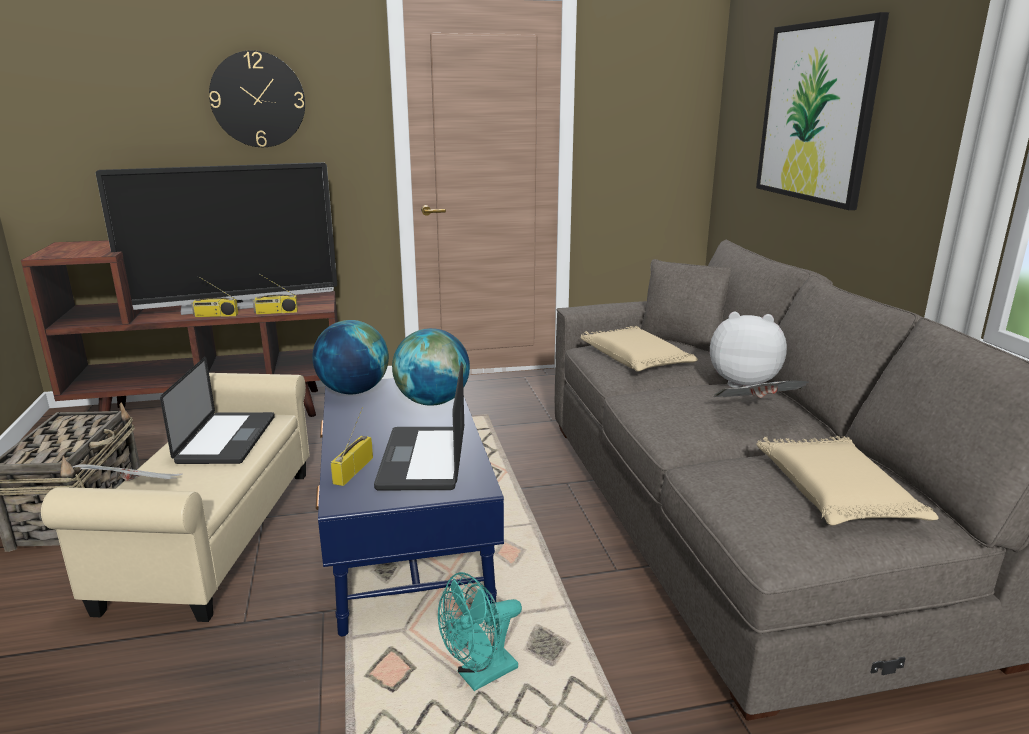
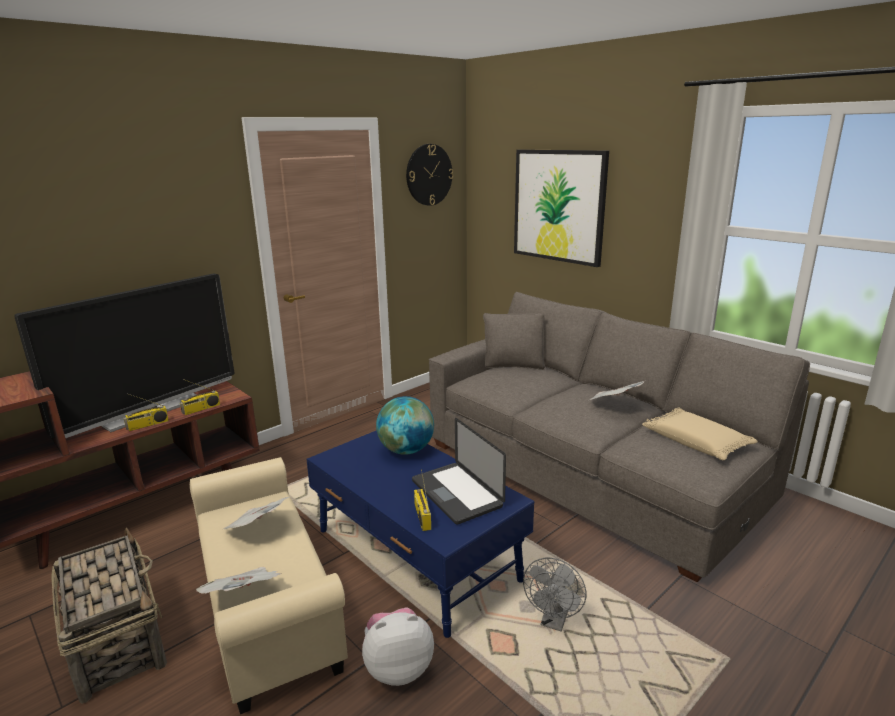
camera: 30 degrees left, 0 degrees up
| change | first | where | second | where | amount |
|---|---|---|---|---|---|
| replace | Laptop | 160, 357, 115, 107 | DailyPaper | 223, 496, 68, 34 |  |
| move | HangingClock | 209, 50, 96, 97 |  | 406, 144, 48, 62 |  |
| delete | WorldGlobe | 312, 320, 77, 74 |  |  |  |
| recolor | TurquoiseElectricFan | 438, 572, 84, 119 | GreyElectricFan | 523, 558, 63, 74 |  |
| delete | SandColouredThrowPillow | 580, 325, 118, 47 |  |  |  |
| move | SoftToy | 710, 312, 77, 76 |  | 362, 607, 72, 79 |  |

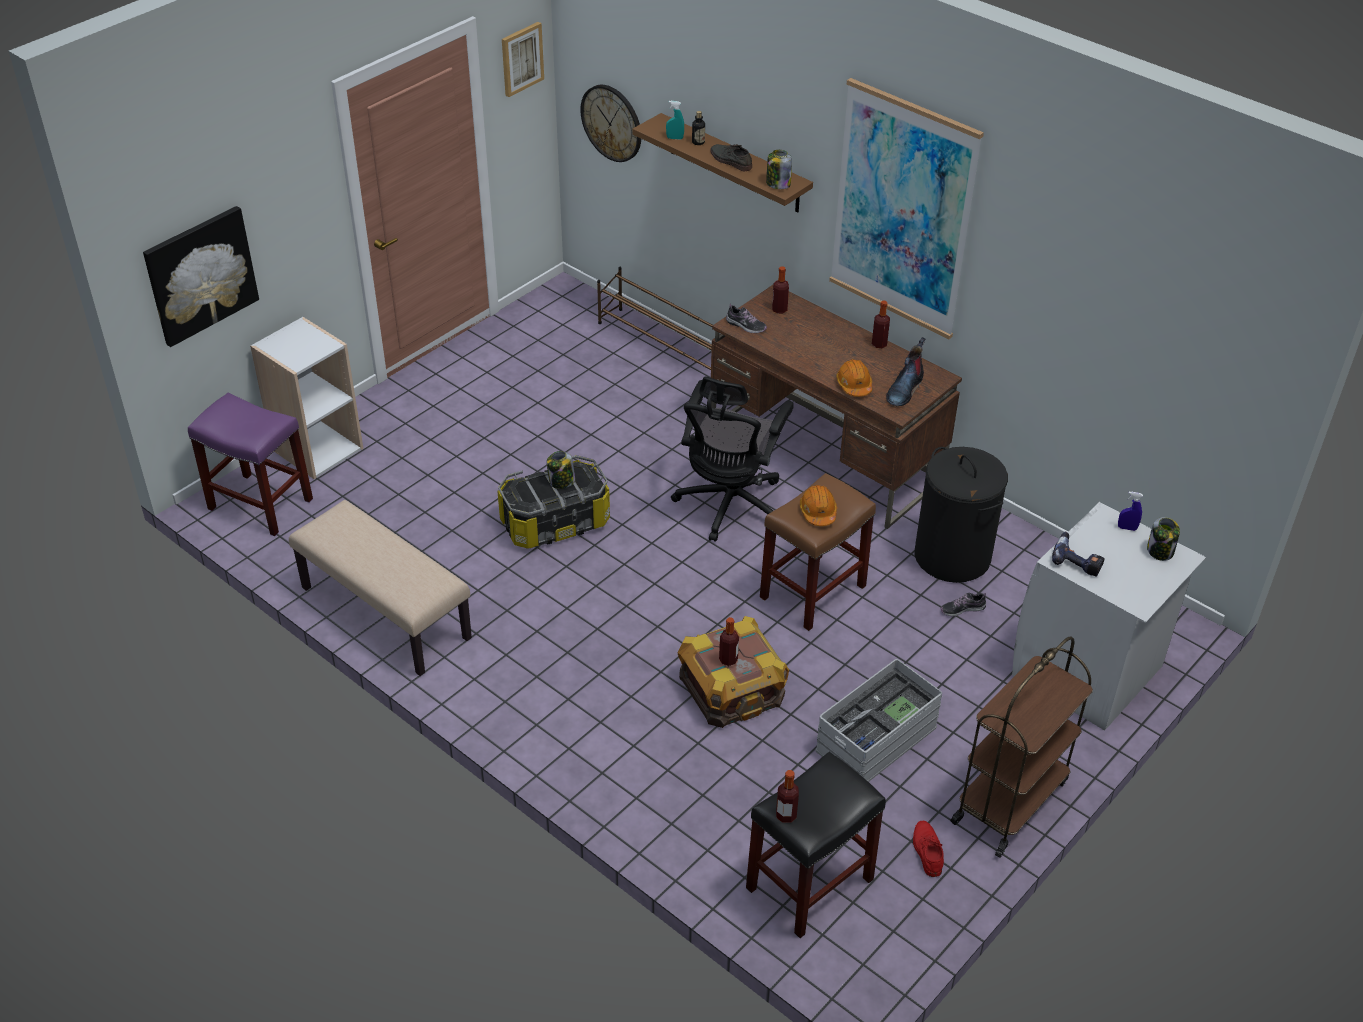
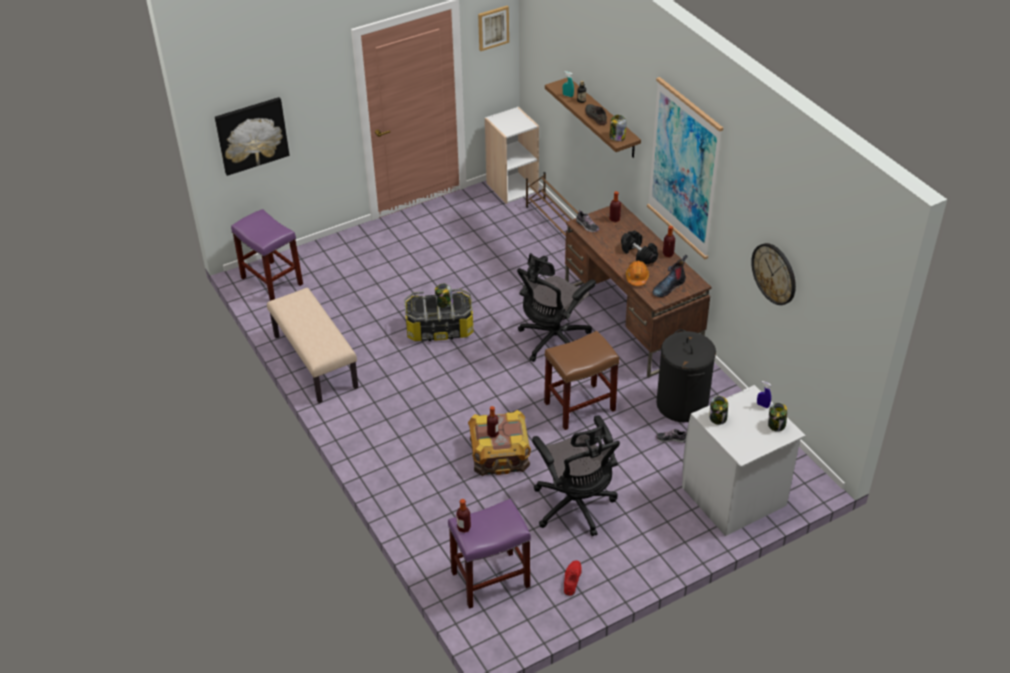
camera: 20 degrees right, 0 degrees up
| change | first | where | second | where | amount |
|---|---|---|---|---|---|
| move | Bookshelf | 250, 317, 113, 162 |  | 485, 107, 54, 97 |  |
| move | HangingClock | 580, 85, 61, 77 |  | 751, 243, 45, 62 |  |
| recolor | BlackColouredSittingStool | 746, 752, 140, 186 | PurplishSittingStool | 448, 499, 83, 110 |  |
| delete | OrangeSafetyHelmet | 800, 485, 37, 41 |  |  |  |
| replace | GreyStorageContainer | 816, 659, 126, 123 | OfficeChair | 532, 415, 88, 121 |  |
| delete | BrownishTrolley | 950, 637, 143, 221 |  |  |  |
| replace | PowerDrill | 1052, 532, 53, 45 | PreserveJar | 709, 396, 19, 29 |  |
| insert |  |  | BlackColouredHandWeight | 621, 231, 37, 33 |  |

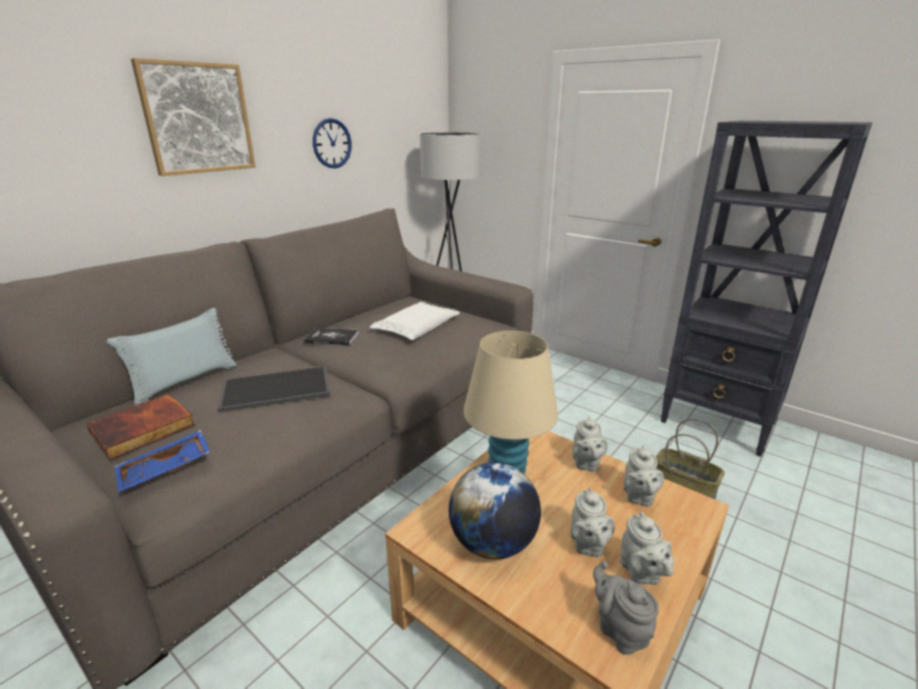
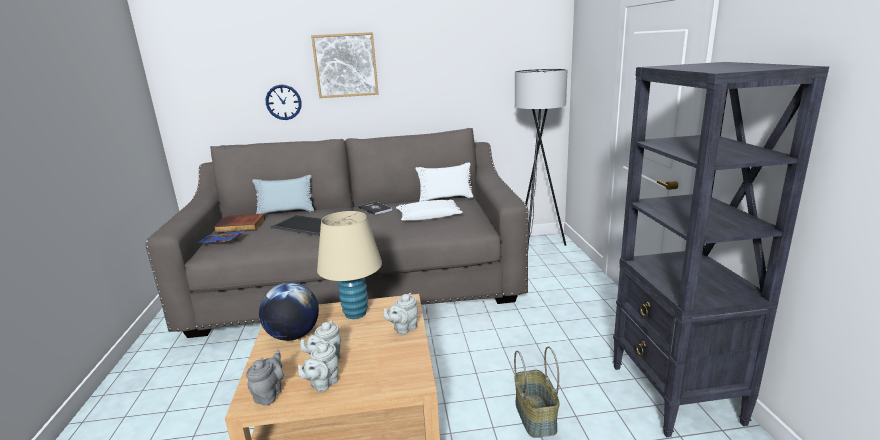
camera: 45 degrees right, 5 degrees down
| change | first | where | second | where | amount |
|---|---|---|---|---|---|
| move | HangingClock | 313, 118, 39, 51 |  | 266, 85, 36, 35 |  |
| delete | GreyTeaPot | 623, 445, 41, 62 |  |  |  |
| insert |  |  | WhiteThrowPillow | 415, 162, 58, 40 |  |

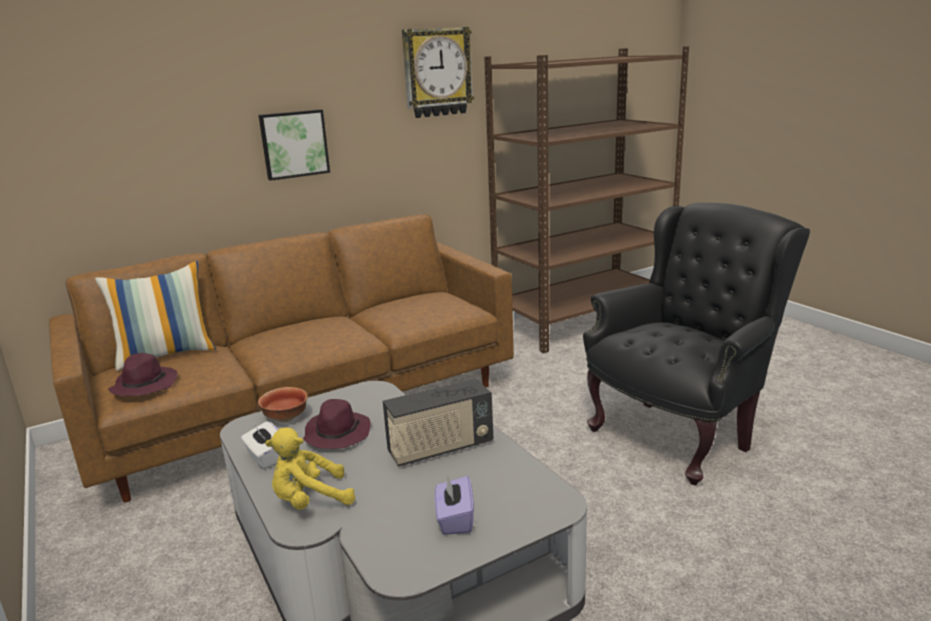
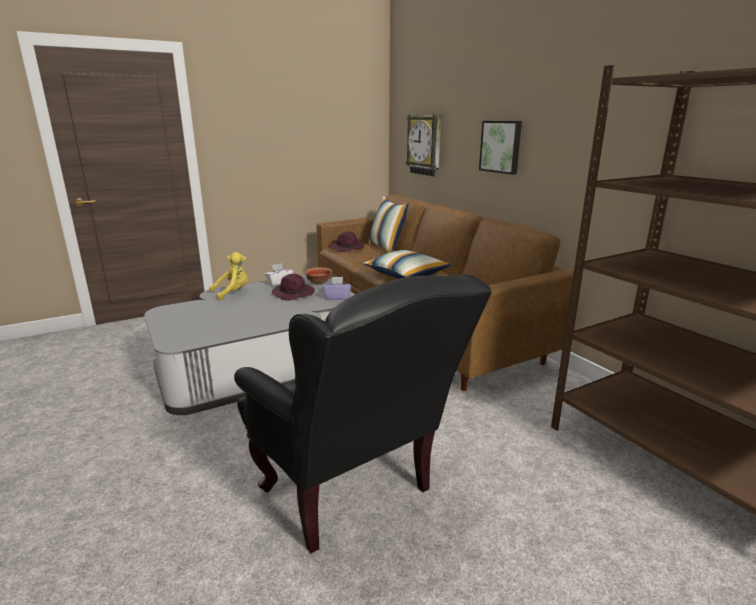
camera: 90 degrees right, 0 degrees up
| change | first | where | second | where | amount |
|---|---|---|---|---|---|
| rotate | YellowishSoftToy | 265, 427, 90, 83 |  | 209, 252, 39, 49 | 75 degrees clockwise |
| delete | RadioReceiver | 383, 378, 110, 89 |  |  |  |
| move | HangingClock | 402, 27, 72, 91 |  | 406, 115, 35, 61 |  |
| move | PurplishBoxOfTissues | 434, 475, 40, 60 |  | 323, 277, 28, 23 |  |
| insert |  |  | ThrowPillow | 363, 250, 88, 29 |  |

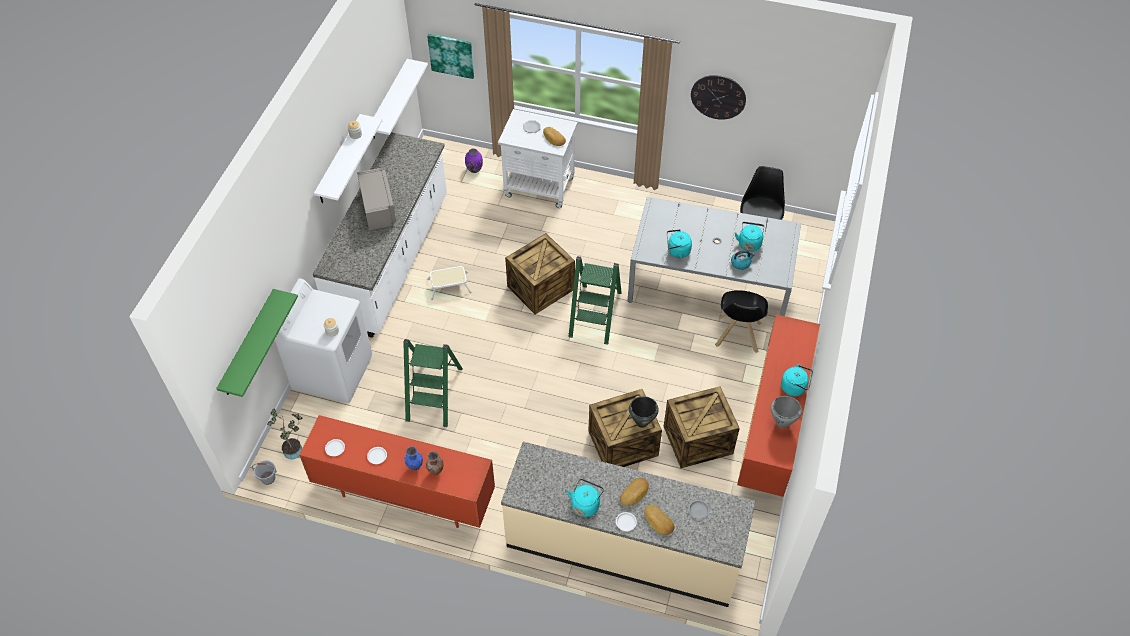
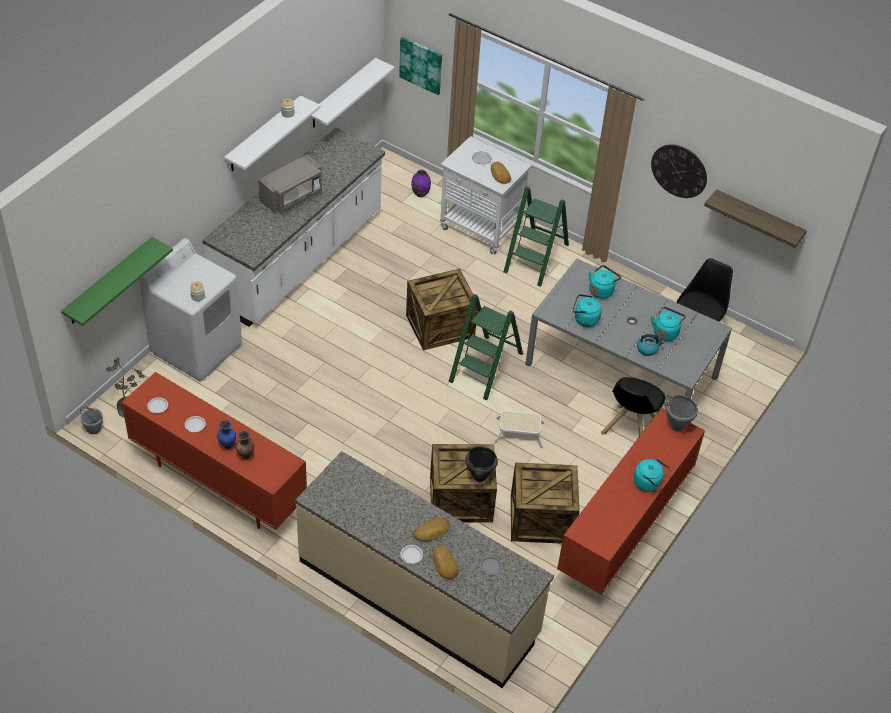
camera: 15 degrees right, 5 degrees down
| change | first | where | second | where | amount |
|---|---|---|---|---|---|
| rotate | GreyKitchenMicrowave | 357, 168, 39, 63 |  | 258, 154, 64, 59 | 45 degrees clockwise |
| move | GreenishStepLadder | 403, 339, 60, 88 |  | 503, 186, 66, 101 |  |
| move | SandColouredStepLadder | 427, 266, 45, 34 |  | 494, 410, 50, 38 |  |
| move | TurquoiseWaterKettle | 567, 479, 37, 38 |  | 589, 265, 32, 34 |  |
| move | GreySaucepot | 771, 396, 31, 32 |  | 666, 395, 32, 36 |  |
| insert |  |  | BracketShelf | 704, 189, 103, 59 |  |

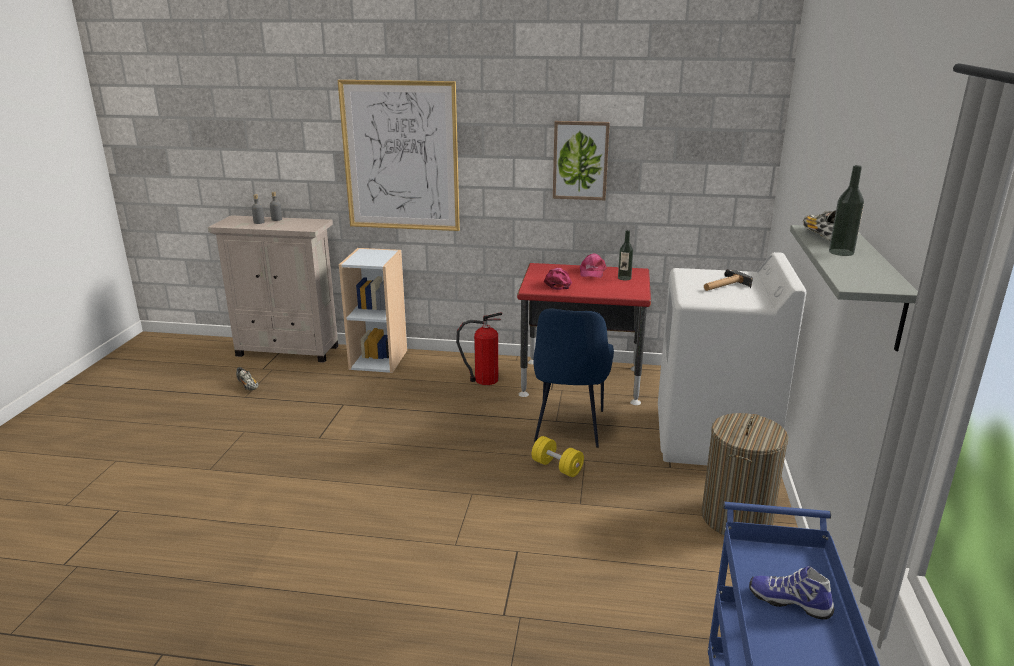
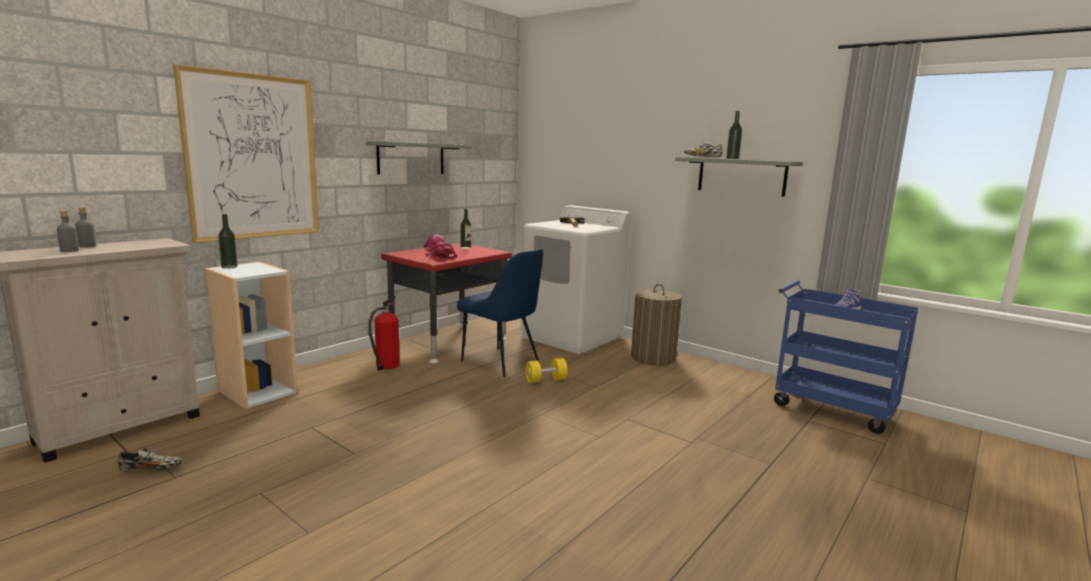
camera: 60 degrees left, 10 degrees down
| change | first | where | second | where | amount |
|---|---|---|---|---|---|
| replace | WallArt | 553, 121, 57, 79 | GreyBracketShelf | 366, 141, 106, 33 |  |
| insert |  |  | BeverageBottle | 218, 214, 20, 55 |  |

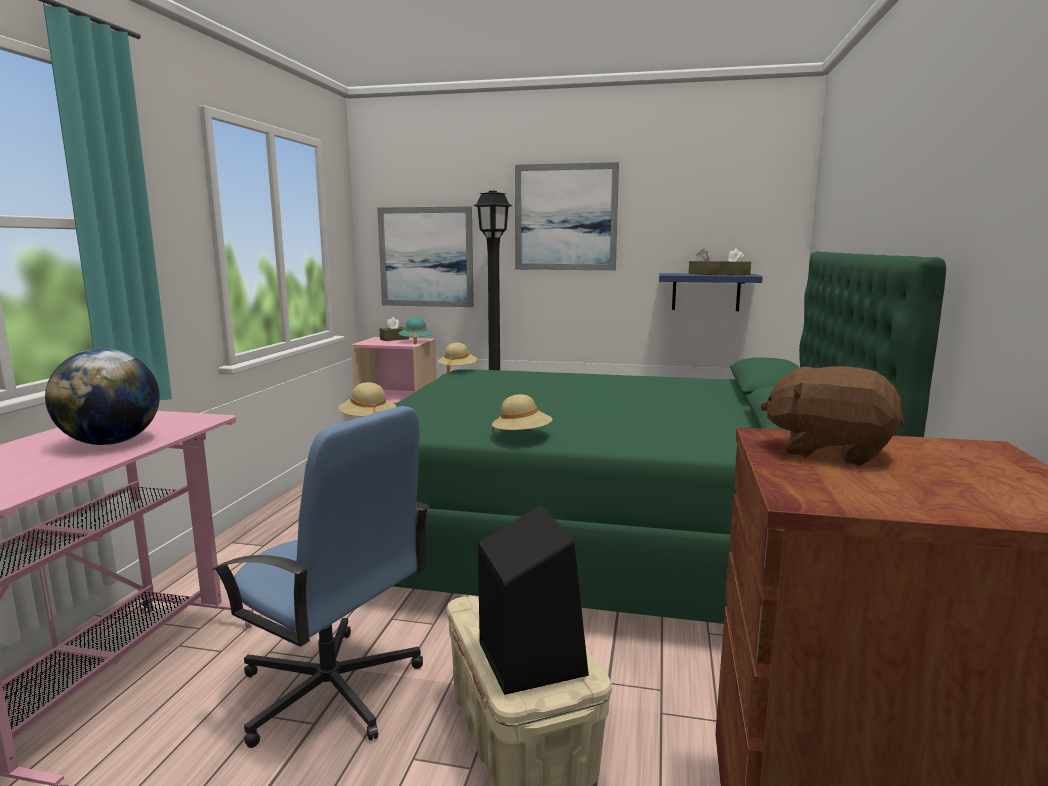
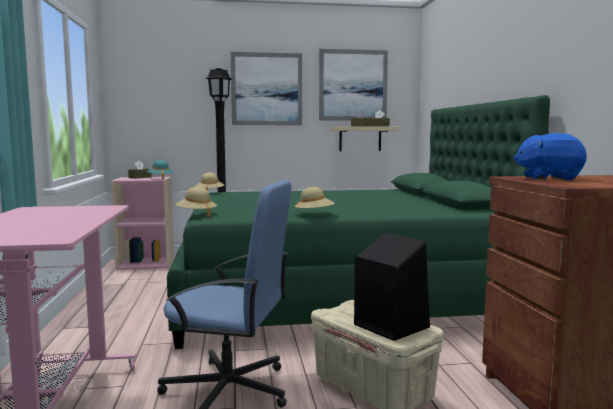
camera: 20 degrees left, 5 degrees down
| change | first | where | second | where | amount |
|---|---|---|---|---|---|
| delete | WorldGlobe | 45, 348, 115, 97 |  |  |  |
| move | WallArt | 377, 206, 97, 101 |  | 319, 49, 69, 71 |  |
| recolor | BluishBracketShelf | 659, 273, 104, 38 | SandColouredBracketShelf | 331, 126, 68, 25 |  |
| recolor | BrownishSoftToy | 760, 366, 144, 100 | BluishSoftToy | 513, 133, 74, 47 |  |

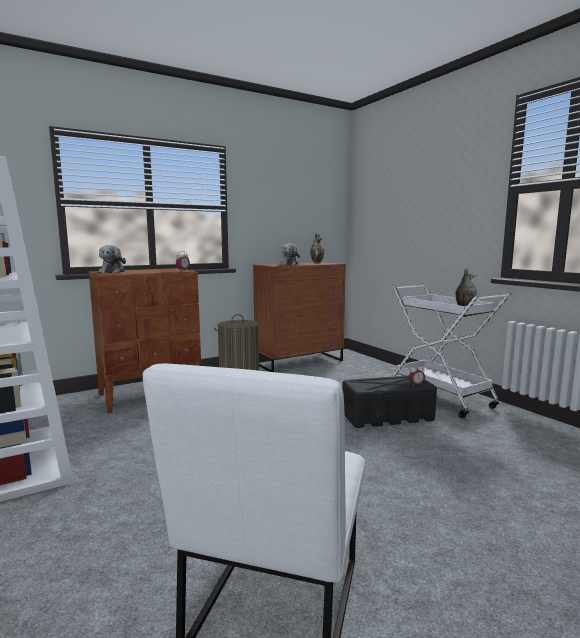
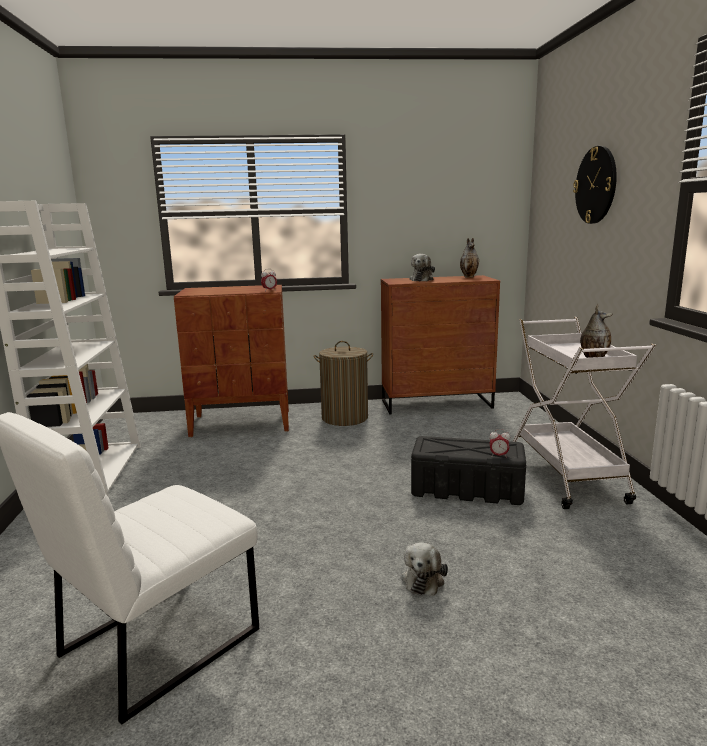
camera: 25 degrees right, 5 degrees up
| change | first | where | second | where | amount |
|---|---|---|---|---|---|
| move | SoftToy | 99, 245, 27, 28 |  | 401, 542, 47, 54 |  |
| insert |  |  | HangingClock | 573, 146, 44, 78 |  |

